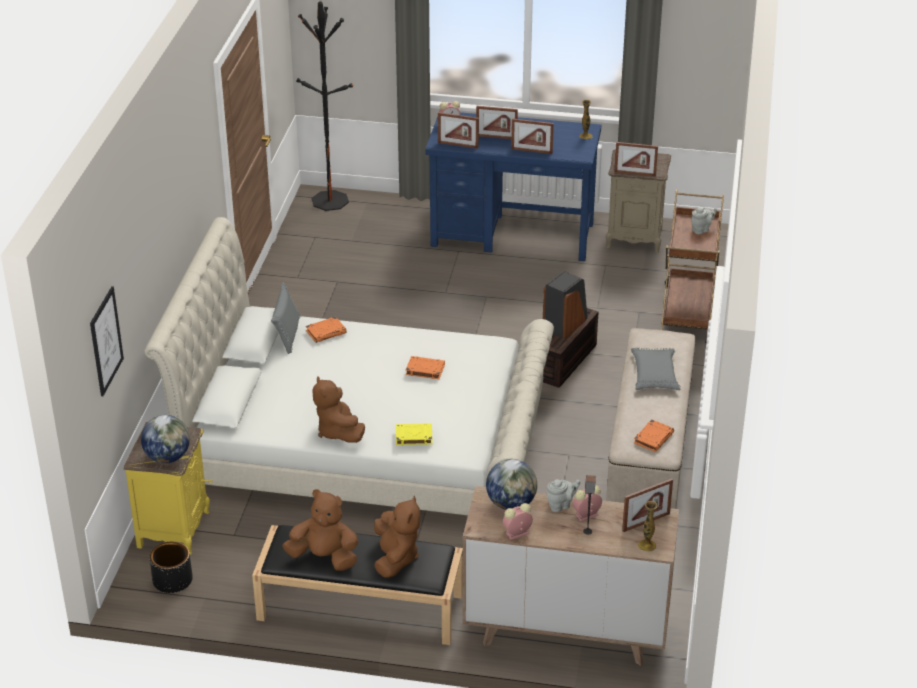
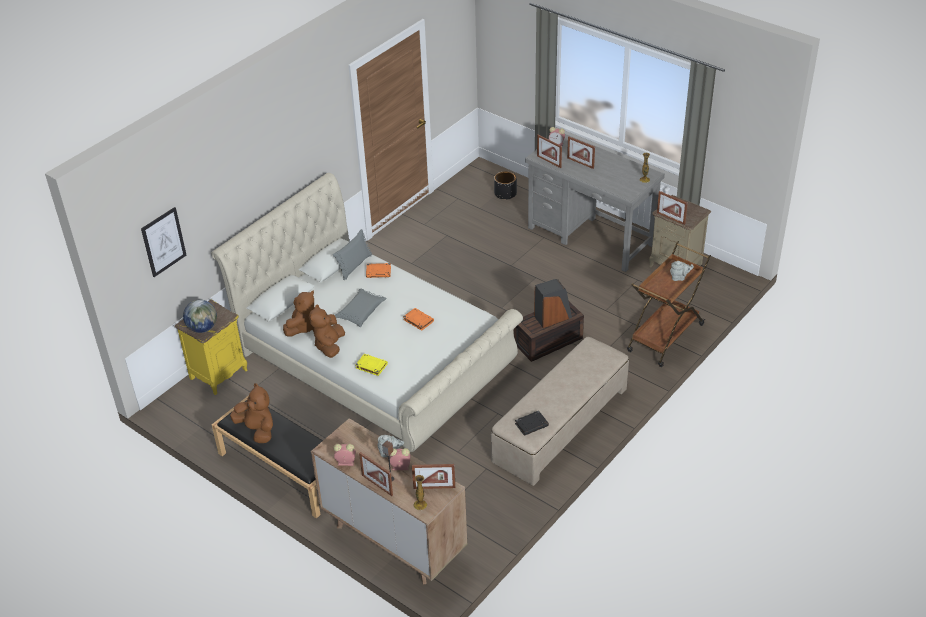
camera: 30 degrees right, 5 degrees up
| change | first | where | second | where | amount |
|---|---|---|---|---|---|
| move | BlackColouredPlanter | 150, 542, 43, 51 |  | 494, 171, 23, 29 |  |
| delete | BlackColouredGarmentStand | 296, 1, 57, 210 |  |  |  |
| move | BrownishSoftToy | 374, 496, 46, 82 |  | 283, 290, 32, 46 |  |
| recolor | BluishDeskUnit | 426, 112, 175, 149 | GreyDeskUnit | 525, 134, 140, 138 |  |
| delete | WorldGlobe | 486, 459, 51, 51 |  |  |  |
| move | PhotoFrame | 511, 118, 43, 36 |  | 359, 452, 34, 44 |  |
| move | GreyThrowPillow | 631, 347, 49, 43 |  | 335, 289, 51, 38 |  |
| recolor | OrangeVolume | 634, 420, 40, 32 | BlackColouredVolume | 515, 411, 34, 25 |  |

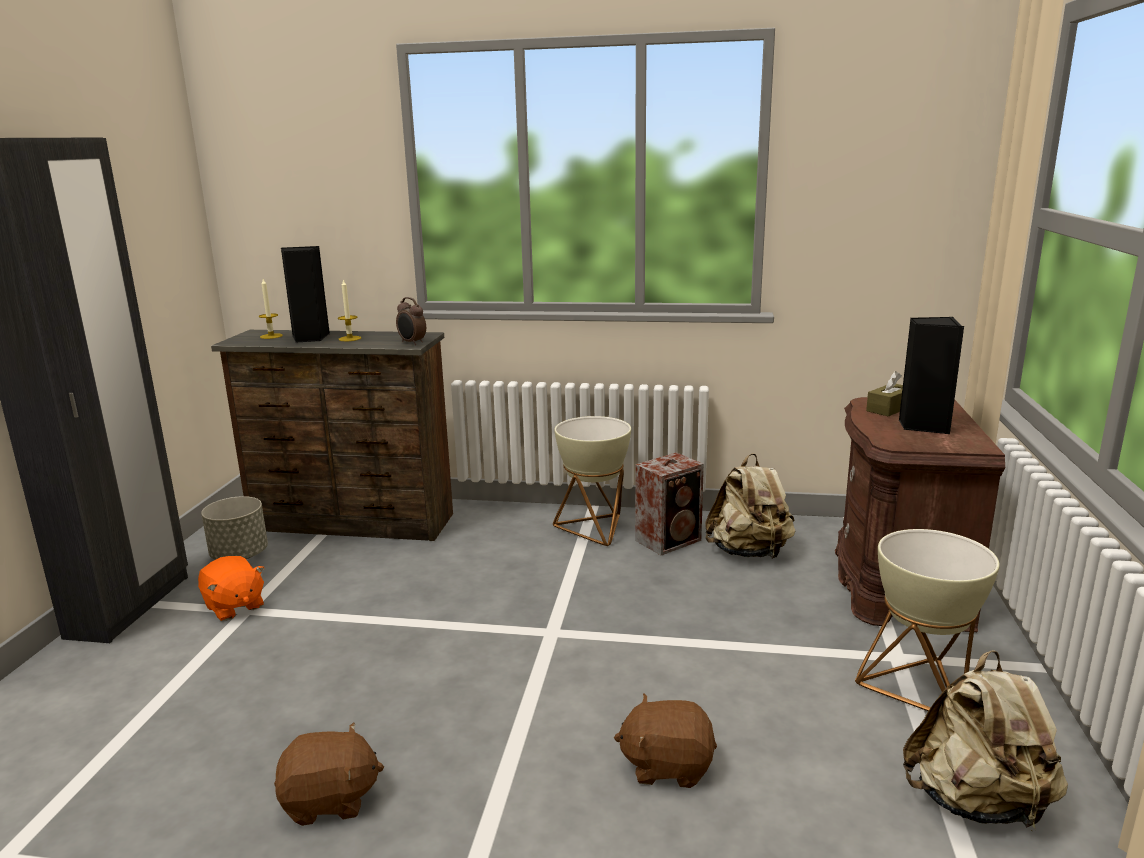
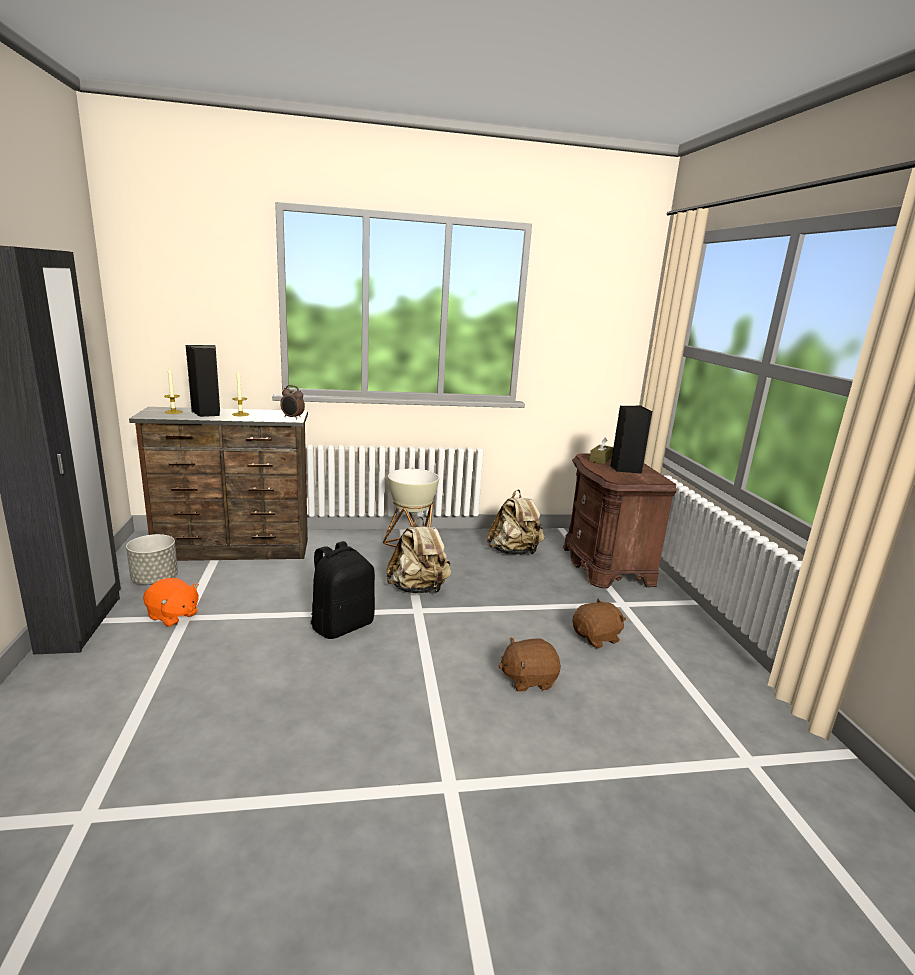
camera: 20 degrees left, 0 degrees up
| change | first | where | second | where | amount |
|---|---|---|---|---|---|
| move | BrownishSoftToy | 274, 723, 110, 103 |  | 572, 599, 54, 50 |  |
| delete | Loudspeaker | 635, 452, 69, 103 |  |  |  |
| delete | Planter | 855, 529, 145, 182 |  |  |  |
| move | SandColouredKnapsack | 903, 650, 165, 181 |  | 386, 517, 65, 77 |  |
| insert |  |  | BlackColouredKnapsack | 311, 541, 64, 98 |  |

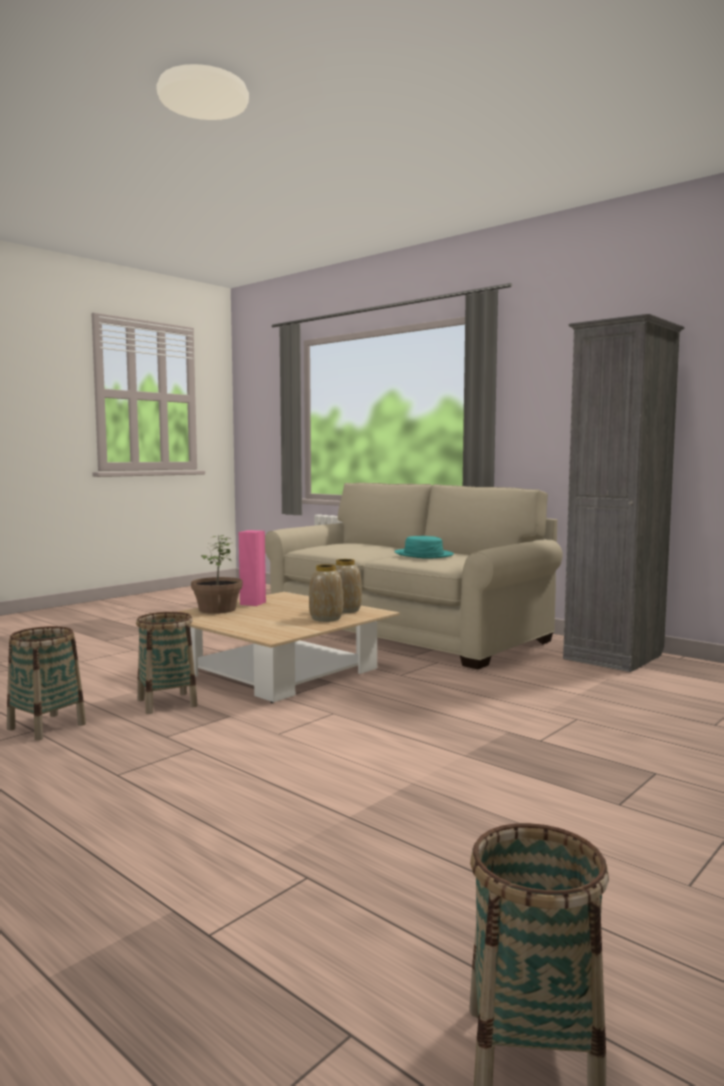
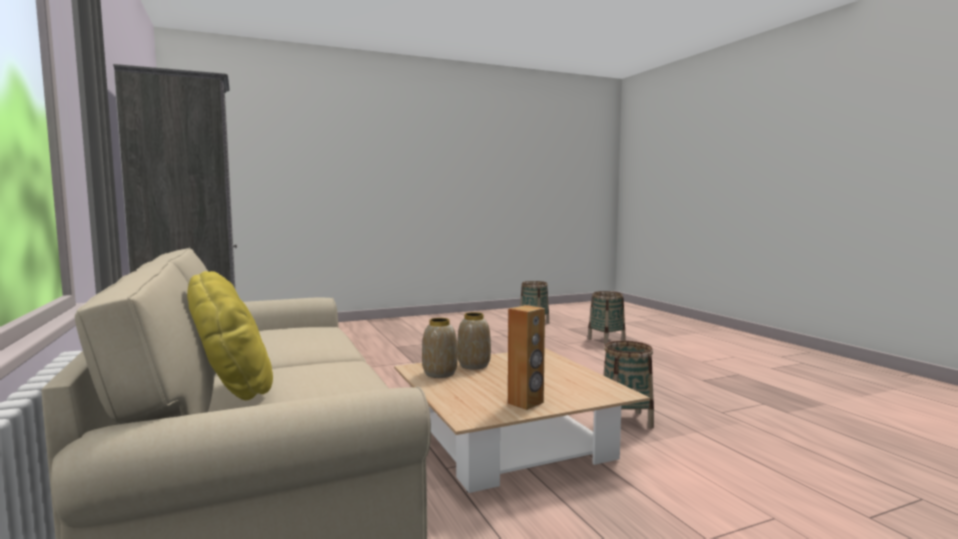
camera: 155 degrees left, 0 degrees up
| change | first | where | second | where | amount |
|---|---|---|---|---|---|
| move | StorageBasket | 7, 626, 79, 114 |  | 588, 291, 38, 54 |  |
| delete | PlantInAPot | 191, 535, 52, 79 |  |  |  |
| recolor | PinkColouredLoudspeaker | 239, 530, 27, 76 | BrownishLoudspeaker | 508, 305, 37, 105 |  |
| delete | TurquoiseClothingHat | 394, 536, 60, 23 |  |  |  |
| insert |  |  | YellowishThrowPillow | 187, 271, 86, 129 |  |

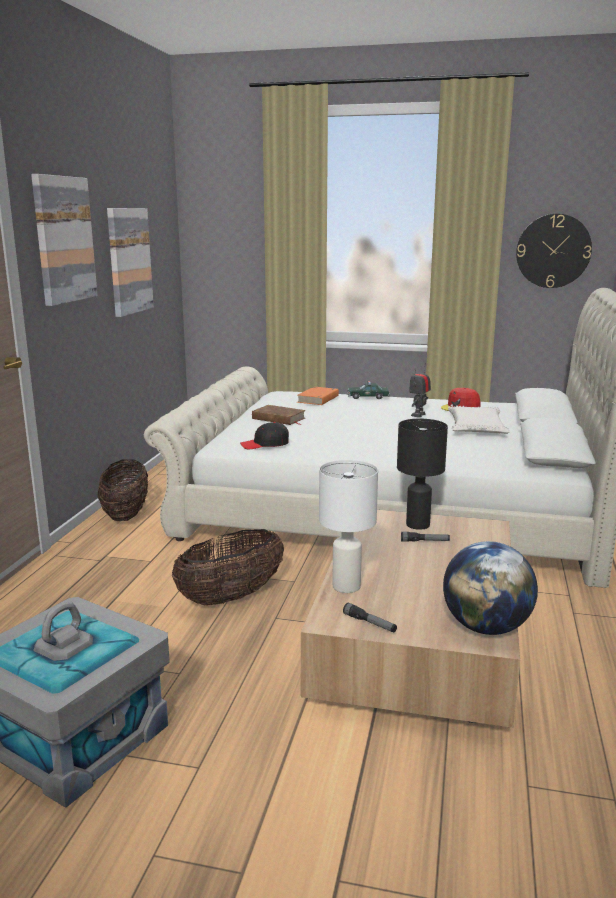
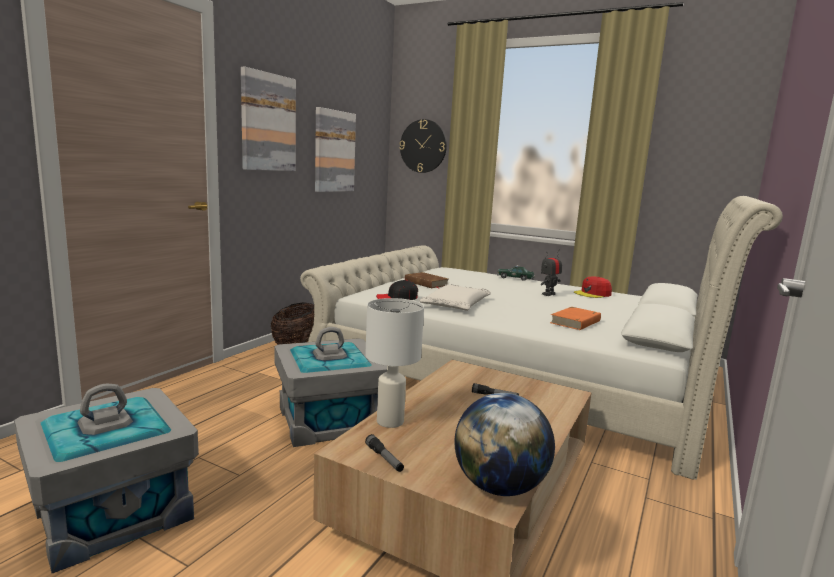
camera: 15 degrees right, 5 degrees down
| change | first | where | second | where | amount |
|---|---|---|---|---|---|
| replace | StorageBasket | 172, 529, 112, 76 | GreyStorageContainer | 274, 327, 113, 120 |  |
| move | OrangeVolume | 297, 386, 42, 19 |  | 550, 307, 51, 23 |  |
| delete | BlackColouredLampForATable | 397, 419, 51, 111 |  |  |  |
| move | WhiteThrowPillow | 448, 404, 61, 30 |  | 420, 283, 71, 28 |  |
| move | HangingClock | 516, 214, 76, 74 |  | 399, 119, 48, 54 |  |

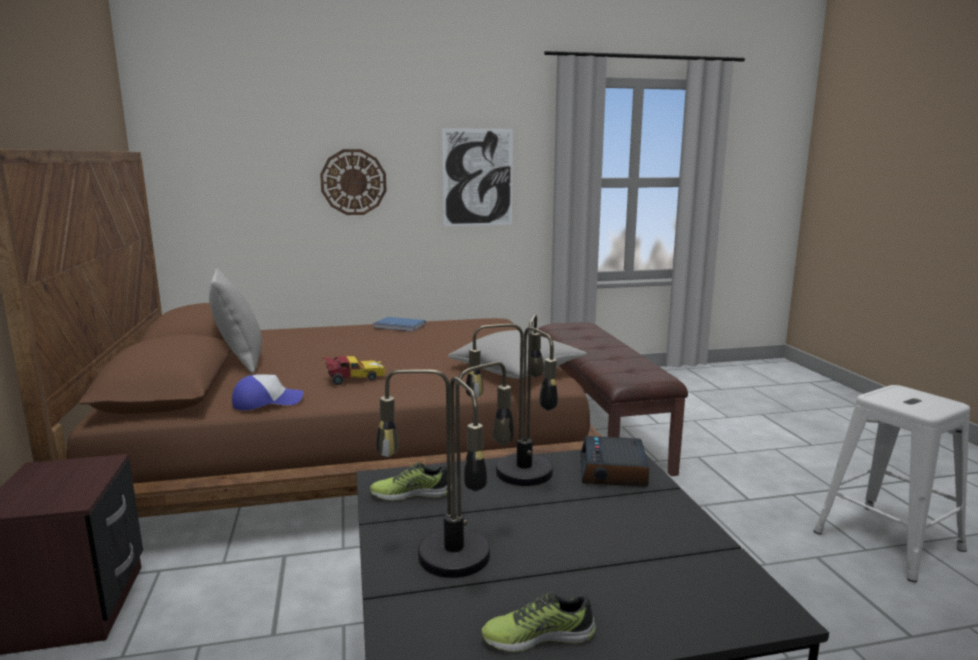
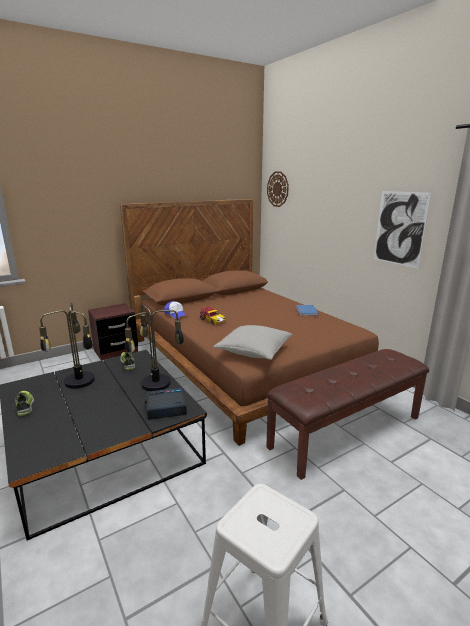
camera: 70 degrees right, 5 degrees up
| change | first | where | second | where | amount |
|---|---|---|---|---|---|
| delete | GreyThrowPillow | 209, 268, 53, 105 |  |  |  |
| move | HangingClock | 320, 149, 67, 66 |  | 267, 171, 22, 36 |  |

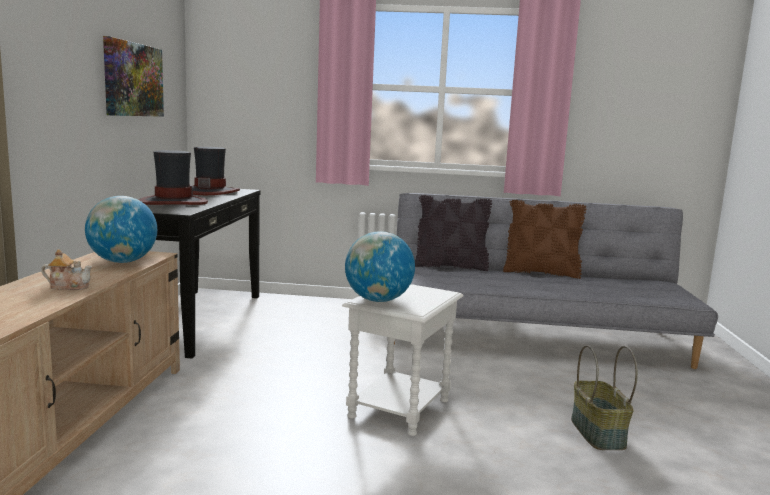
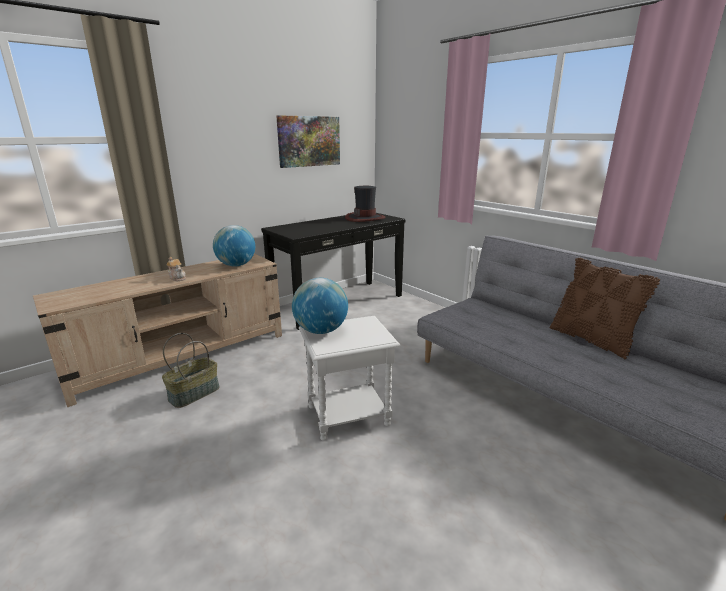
camera: 45 degrees right, 10 degrees up
| change | first | where | second | where | amount |
|---|---|---|---|---|---|
| delete | ClothingHat | 139, 150, 69, 55 |  |  |  |
| delete | BlackColouredThrowPillow | 415, 195, 77, 76 |  |  |  |
| move | StorageBasket | 571, 345, 67, 105 |  | 162, 333, 57, 75 |  |

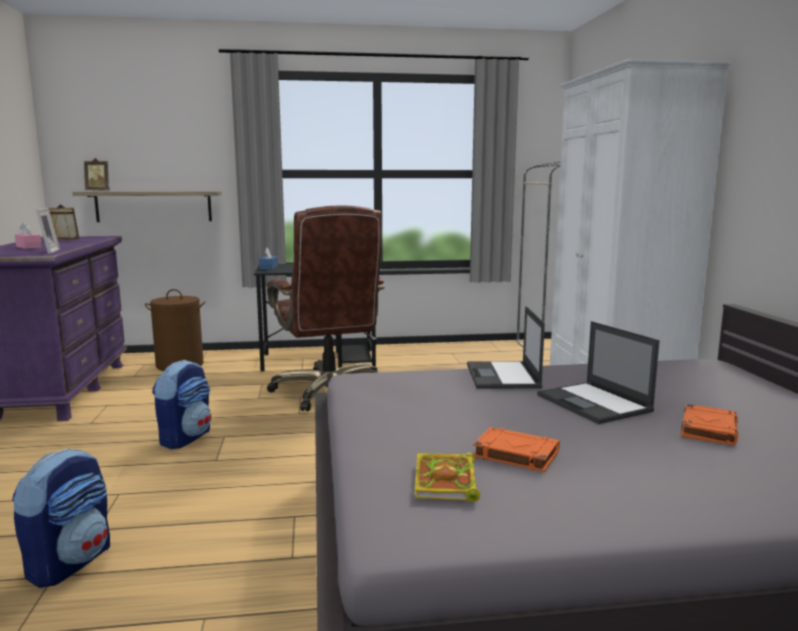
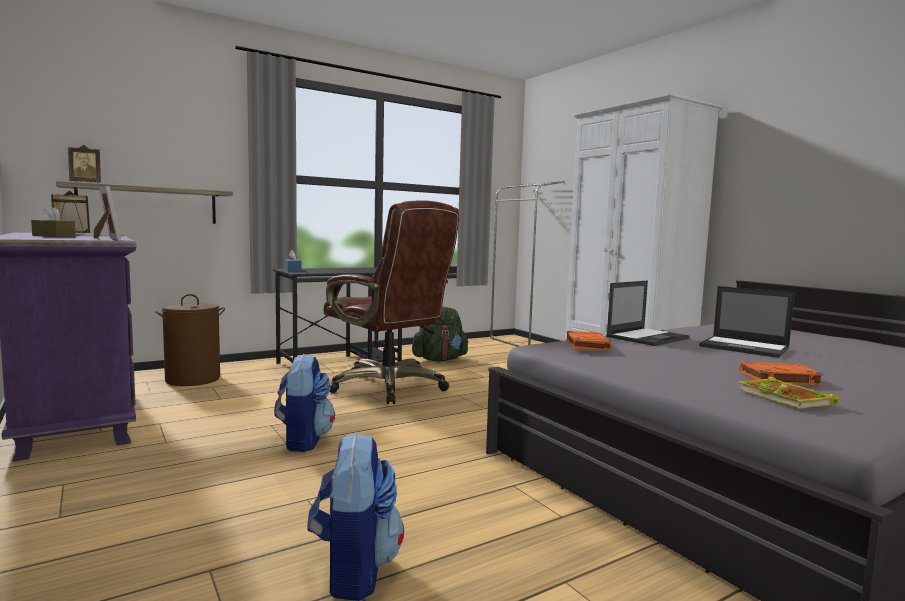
camera: 25 degrees left, 5 degrees down
| change | first | where | second | where | amount |
|---|---|---|---|---|---|
| recolor | PinkColouredBoxOfTissues | 15, 222, 27, 27 | BrownishBoxOfTissues | 31, 205, 45, 32 |  |
| rotate | Laptop | 467, 306, 78, 83 |  | 606, 281, 84, 65 | 105 degrees counterclockwise |
| move | OrangeVolume | 681, 404, 57, 41 |  | 566, 331, 46, 20 |  |
| insert |  |  | GreenishKnapsack | 412, 307, 57, 55 |  |

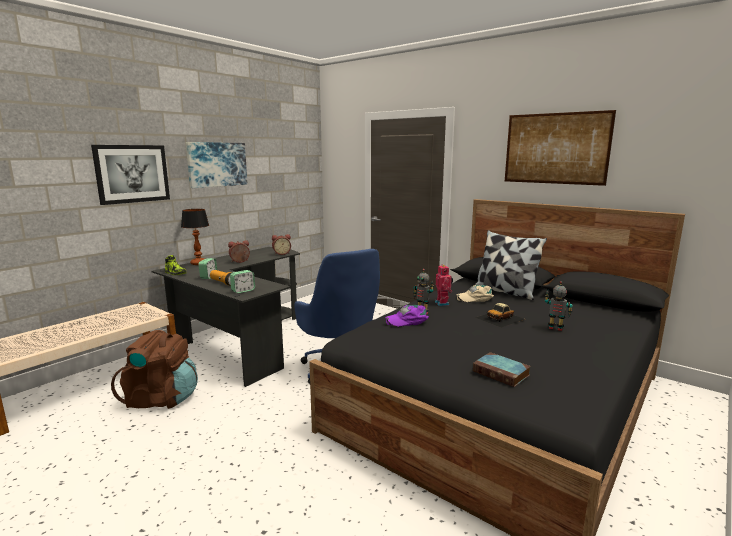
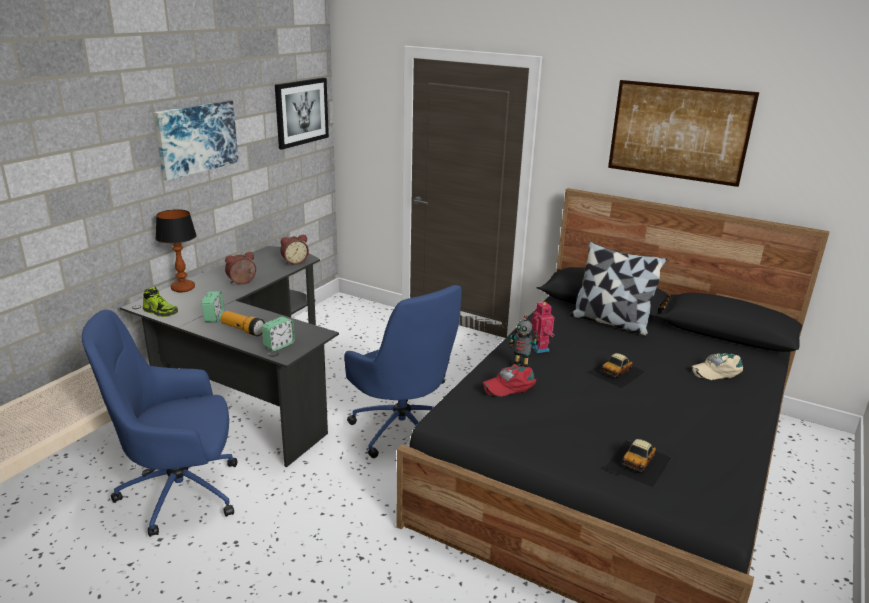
camera: 10 degrees left, 10 degrees up
| change | first | where | second | where | amount |
|---|---|---|---|---|---|
| move | WallArt | 91, 145, 79, 60 |  | 275, 77, 54, 72 |  |
| replace | BrownishKnapsack | 111, 330, 87, 79 | BluishOfficeChair | 82, 310, 155, 227 |  |
| recolor | PurplishPeakedCap | 385, 305, 44, 22 | ReddishPeakedCap | 483, 366, 53, 31 |  |
| move | SandColouredPeakedCap | 457, 285, 37, 17 |  | 691, 353, 52, 27 |  |
| replace | Volume | 472, 352, 59, 35 | ToyCar | 604, 439, 68, 49 |  |
| delete | ToyRobot | 545, 281, 28, 50 |  |  |  |

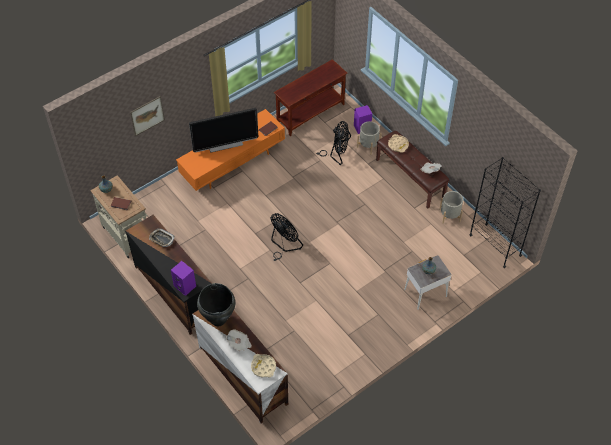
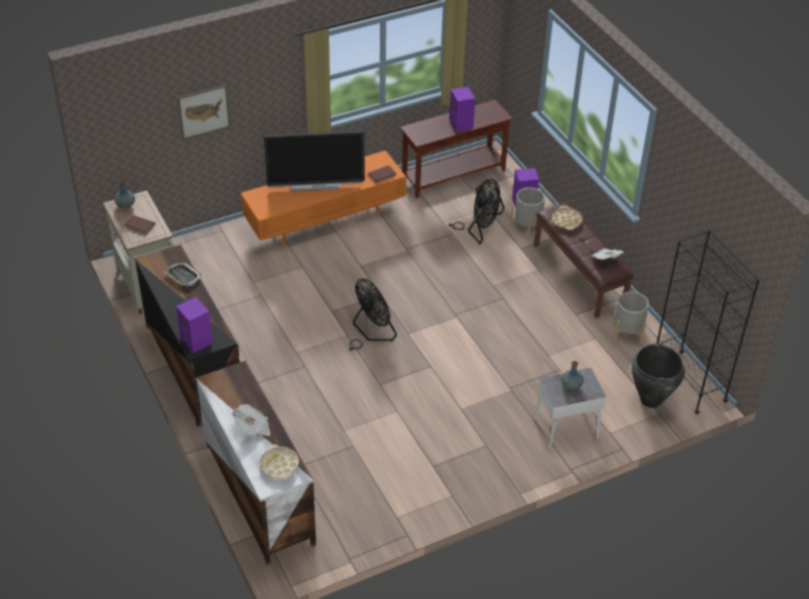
camera: 10 degrees right, 10 degrees down
| change | first | where | second | where | amount |
|---|---|---|---|---|---|
| move | BlackColouredVase | 197, 283, 38, 43 |  | 631, 344, 54, 64 |  |
| insert |  |  | PurplishLoudspeaker | 449, 87, 26, 45 |  |

